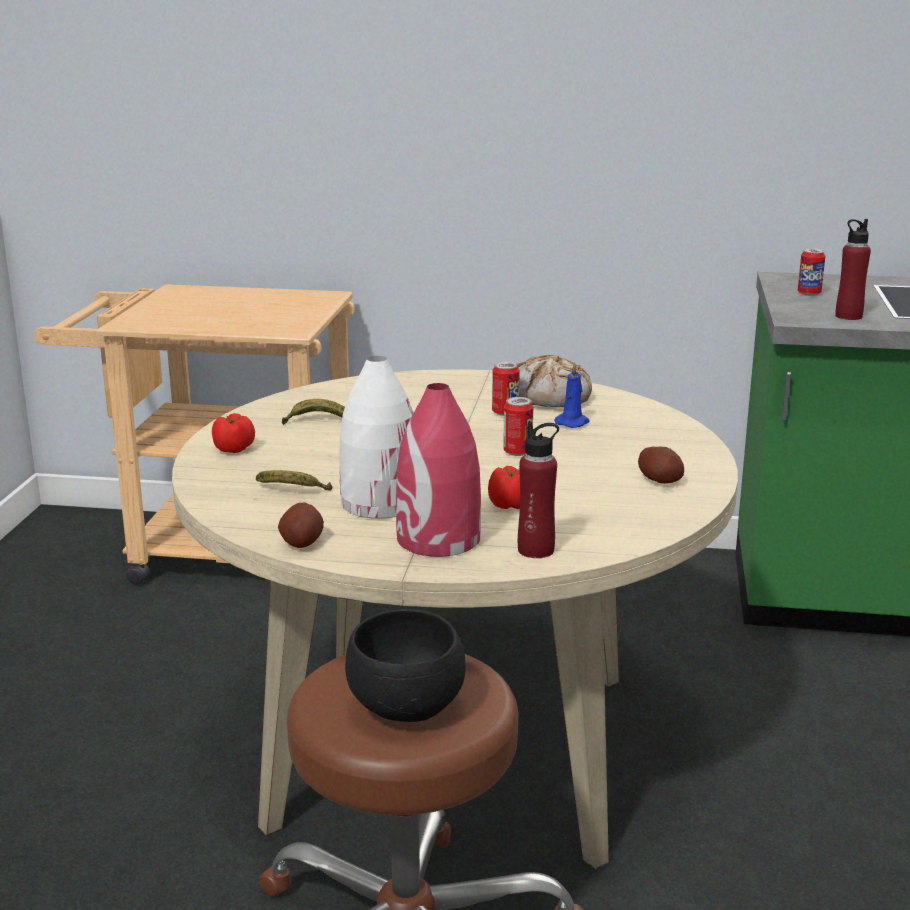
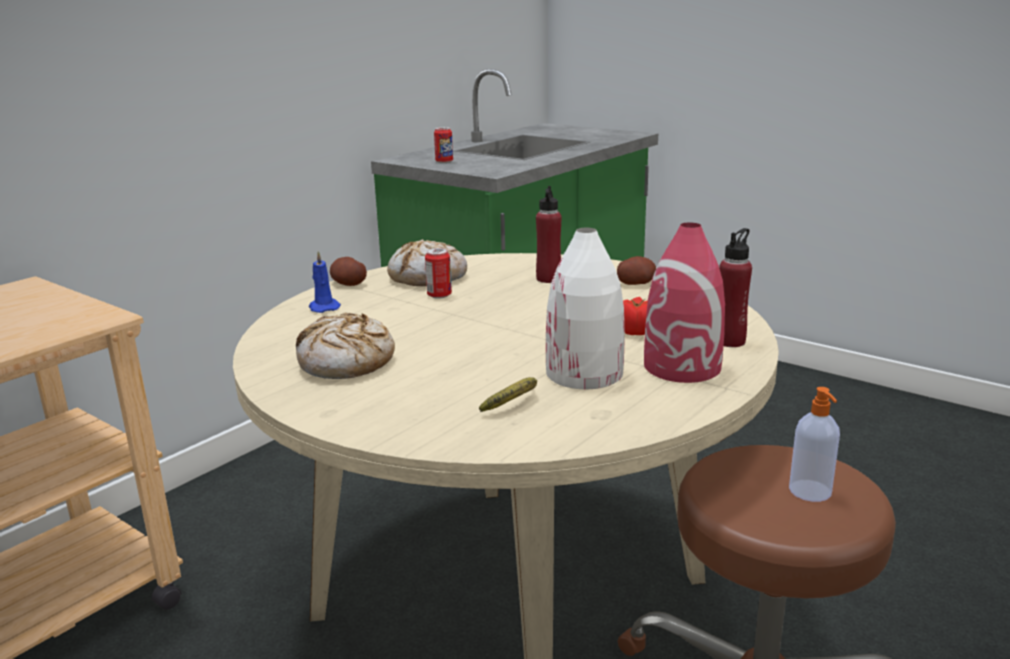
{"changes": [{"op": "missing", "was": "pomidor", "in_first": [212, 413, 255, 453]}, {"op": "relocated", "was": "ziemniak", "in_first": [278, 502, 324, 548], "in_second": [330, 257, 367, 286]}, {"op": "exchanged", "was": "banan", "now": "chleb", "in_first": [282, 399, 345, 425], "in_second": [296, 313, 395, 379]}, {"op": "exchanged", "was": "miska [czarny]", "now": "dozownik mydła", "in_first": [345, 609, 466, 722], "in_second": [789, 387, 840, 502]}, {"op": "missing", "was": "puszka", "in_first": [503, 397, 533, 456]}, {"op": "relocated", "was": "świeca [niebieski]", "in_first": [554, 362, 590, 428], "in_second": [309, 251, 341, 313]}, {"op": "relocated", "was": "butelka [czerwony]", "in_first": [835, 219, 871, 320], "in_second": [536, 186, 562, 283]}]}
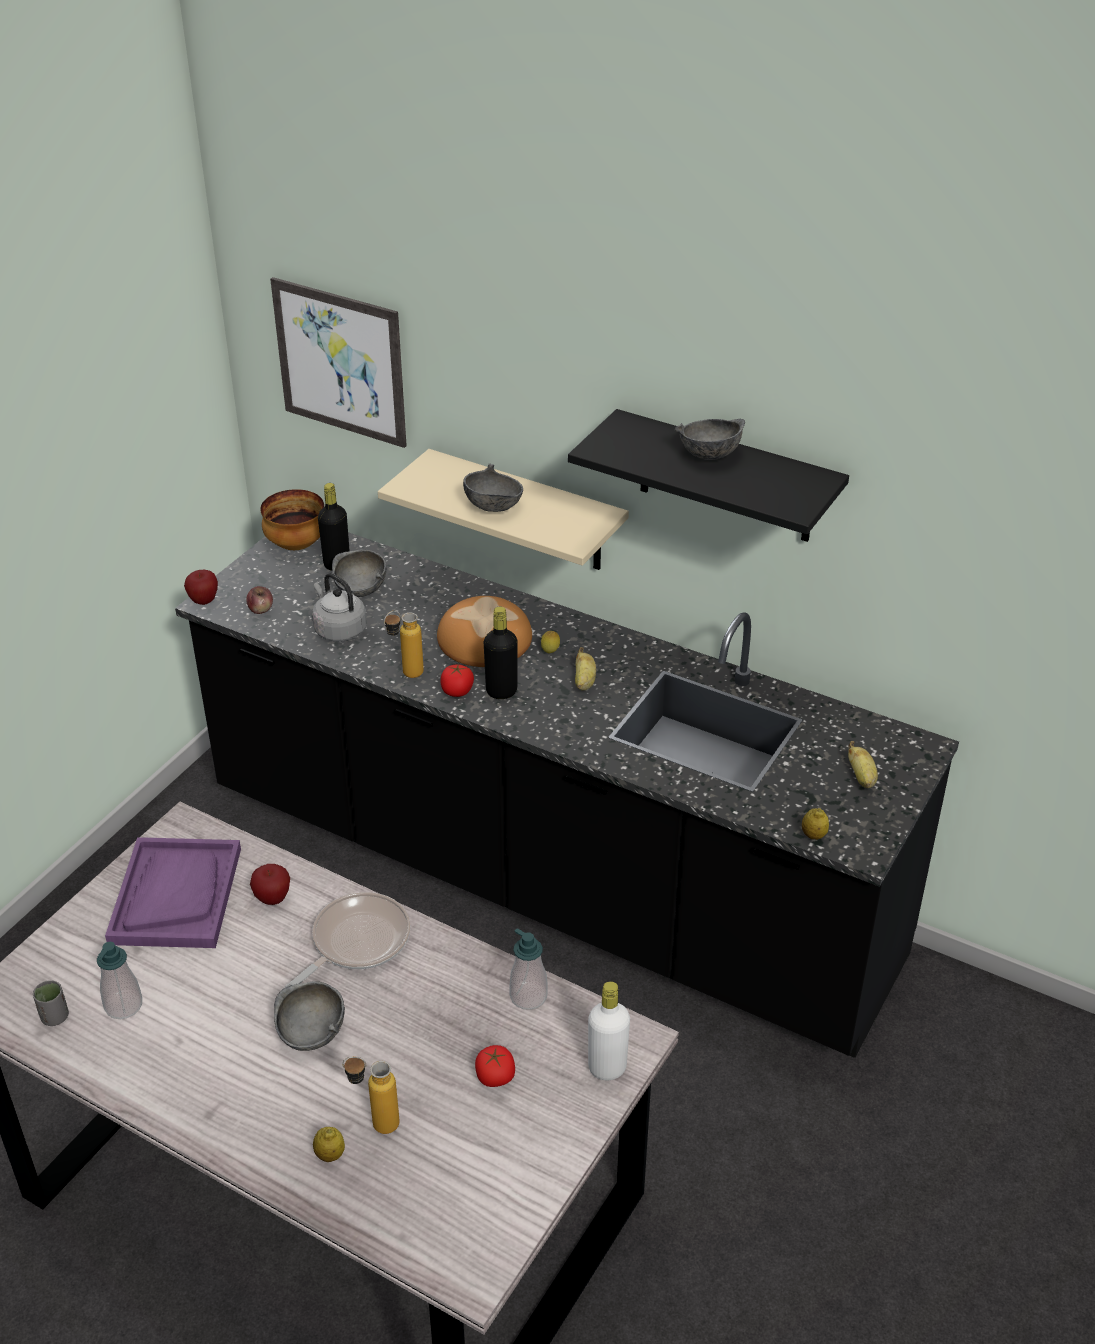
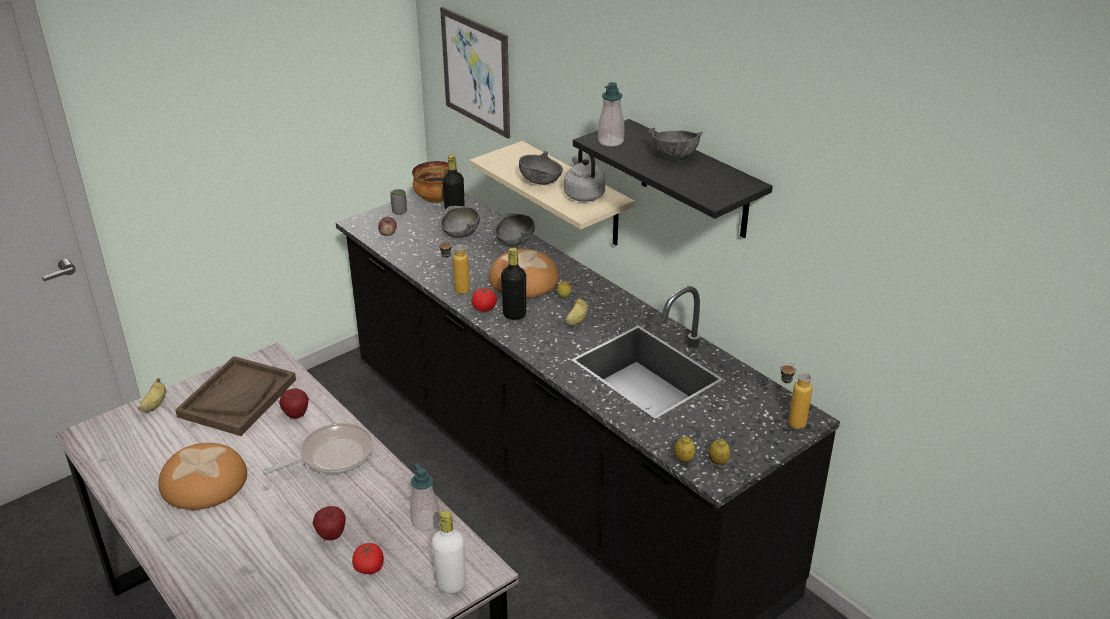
{"changes": [{"op": "relocated", "was": "filiżanka [szary]", "in_first": [33, 980, 69, 1026], "in_second": [390, 189, 407, 215]}, {"op": "relocated", "was": "dozownik mydła", "in_first": [97, 942, 142, 1019], "in_second": [598, 82, 624, 147]}, {"op": "colour", "was": "taca [fioletowy]", "now": "taca [brązowy]", "in_first": [105, 837, 241, 948], "in_second": [175, 356, 296, 436]}, {"op": "relocated", "was": "jabłko", "in_first": [184, 570, 218, 605], "in_second": [312, 506, 346, 540]}, {"op": "relocated", "was": "miska [szary]", "in_first": [274, 981, 345, 1051], "in_second": [495, 213, 535, 246]}, {"op": "relocated", "was": "czajnik [szary]", "in_first": [312, 573, 367, 642], "in_second": [564, 150, 606, 202]}, {"op": "relocated", "was": "cytryna", "in_first": [313, 1127, 345, 1162], "in_second": [708, 439, 730, 465]}, {"op": "relocated", "was": "butelka", "in_first": [342, 1057, 400, 1134], "in_second": [780, 362, 812, 429]}, {"op": "relocated", "was": "banan", "in_first": [848, 741, 878, 788], "in_second": [138, 378, 166, 412]}, {"op": "appeared", "now": "chleb", "in_second": [158, 443, 247, 510]}]}
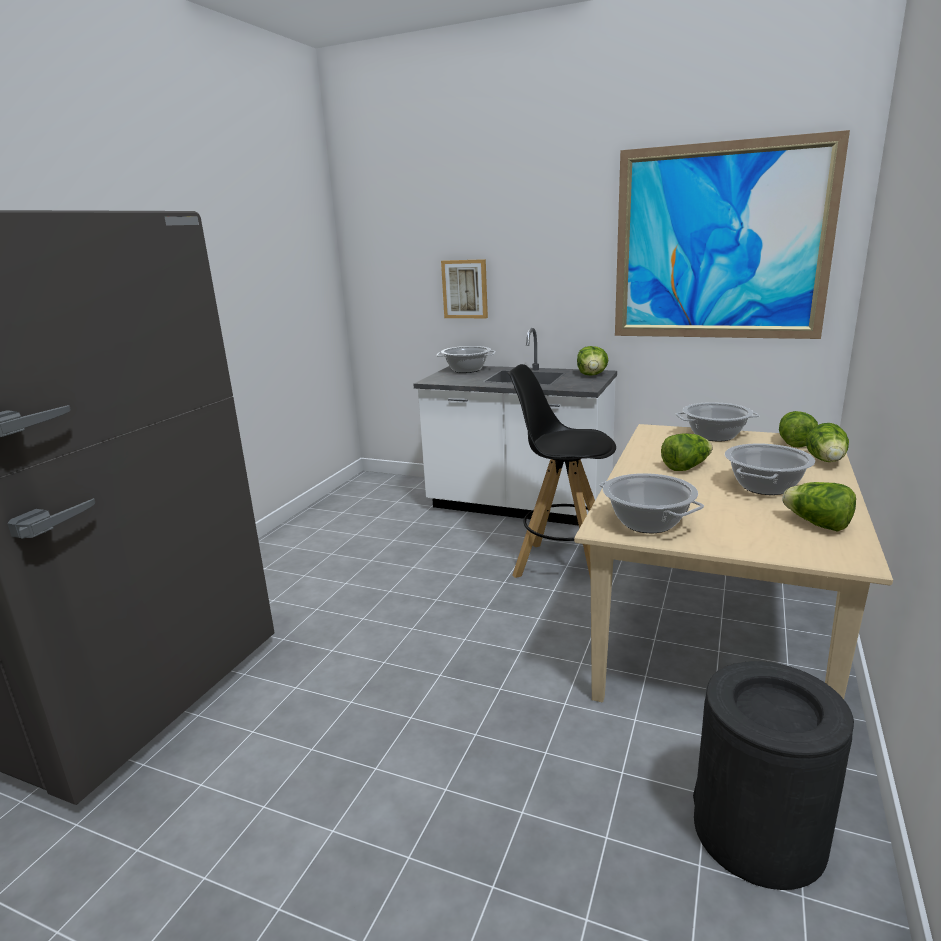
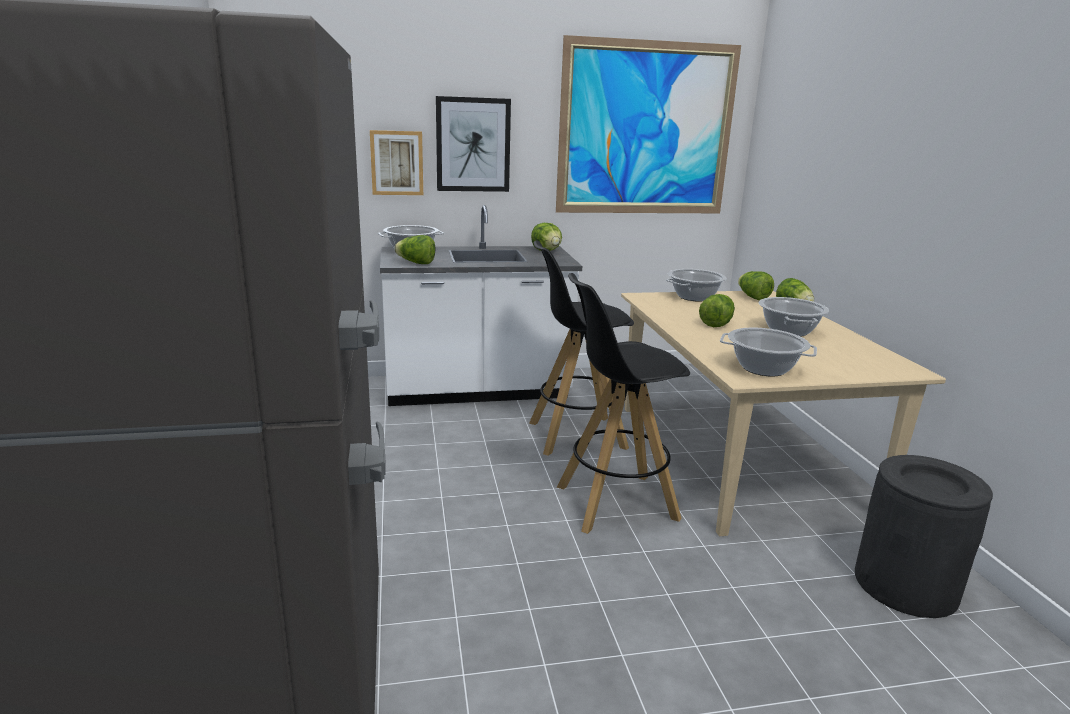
{"changes": [{"op": "relocated", "was": "sałata", "in_first": [782, 482, 856, 532], "in_second": [394, 235, 435, 264]}, {"op": "appeared", "now": "obraz", "in_second": [436, 96, 511, 192]}, {"op": "appeared", "now": "stołek [czarny]", "in_second": [557, 273, 690, 534]}]}
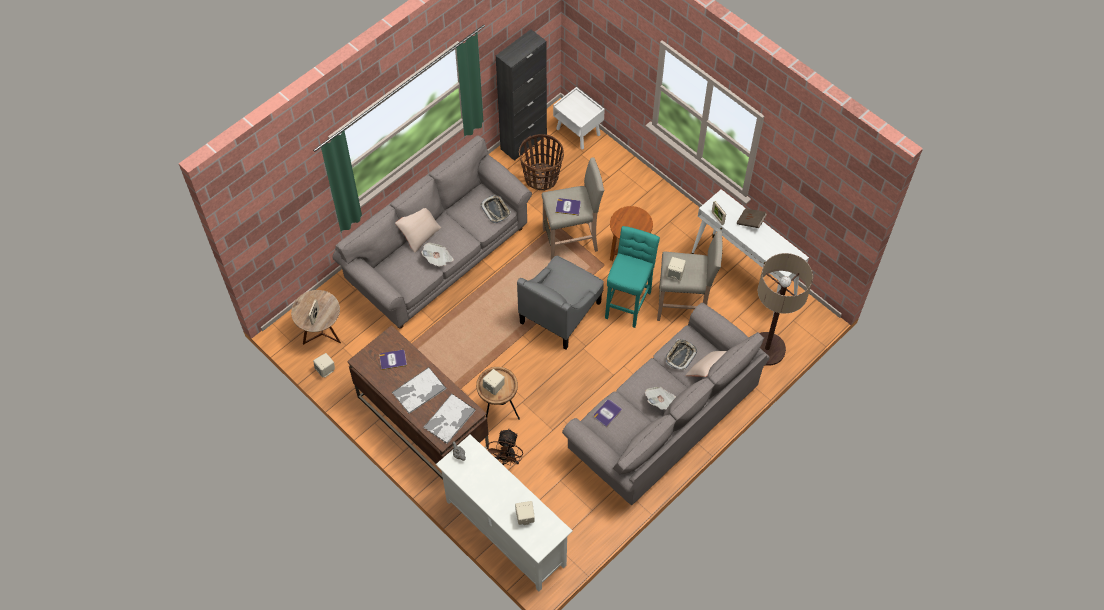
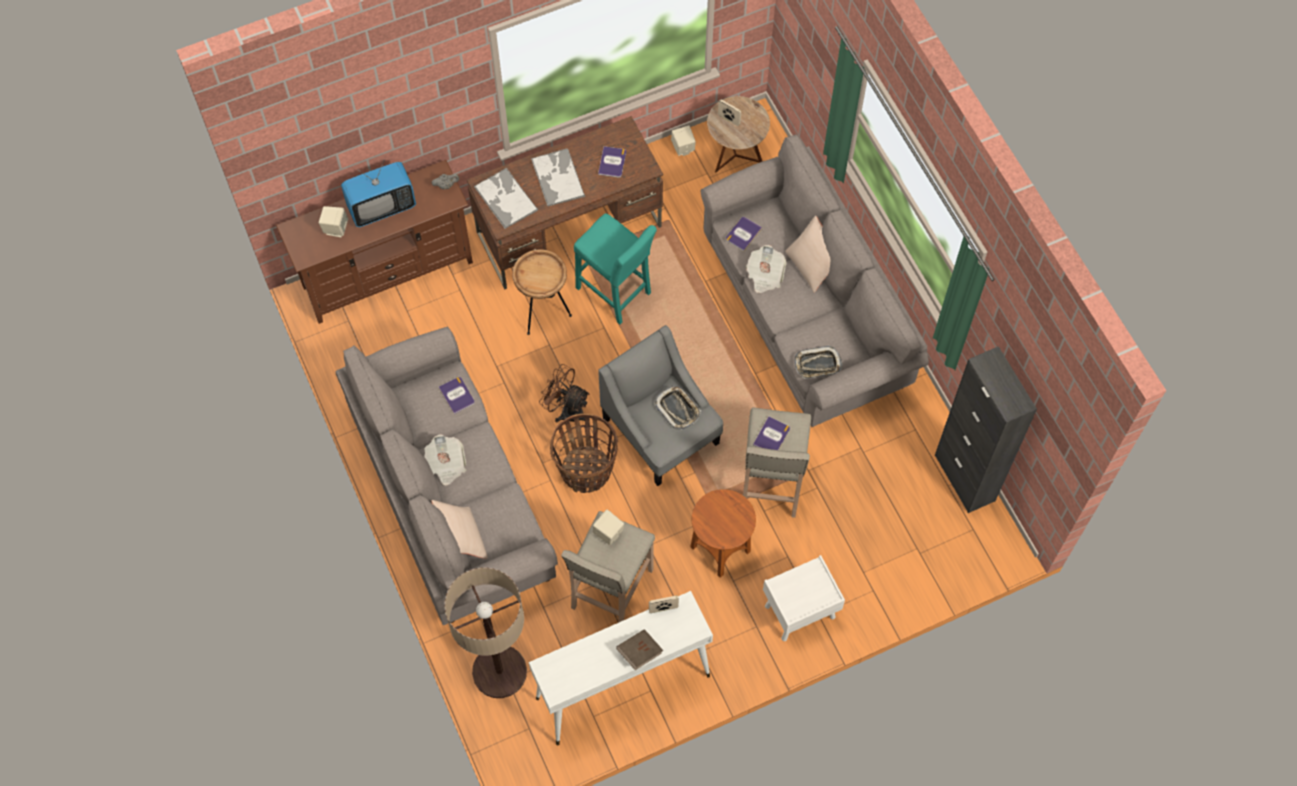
{"changes": [{"op": "colour", "was": "szafka pod telewizor [biały]", "now": "szafka pod telewizor [brązowy]", "in_first": [436, 434, 572, 592], "in_second": [276, 160, 473, 324]}, {"op": "missing", "was": "głośnik [beżowy]", "in_first": [483, 369, 505, 395]}, {"op": "relocated", "was": "wentylator [brązowy]", "in_first": [486, 429, 523, 466], "in_second": [539, 364, 590, 422]}, {"op": "relocated", "was": "koszyk", "in_first": [519, 134, 564, 191], "in_second": [550, 414, 618, 493]}, {"op": "relocated", "was": "szafka nocna [biały]", "in_first": [553, 87, 605, 150], "in_second": [763, 555, 845, 641]}, {"op": "relocated", "was": "stołek [turkusowy]", "in_first": [605, 226, 660, 328], "in_second": [574, 213, 657, 324]}, {"op": "relocated", "was": "taca", "in_first": [665, 339, 697, 370], "in_second": [654, 386, 701, 430]}, {"op": "appeared", "now": "telewizor", "in_second": [341, 161, 416, 227]}, {"op": "appeared", "now": "książka", "in_second": [726, 217, 762, 251]}]}
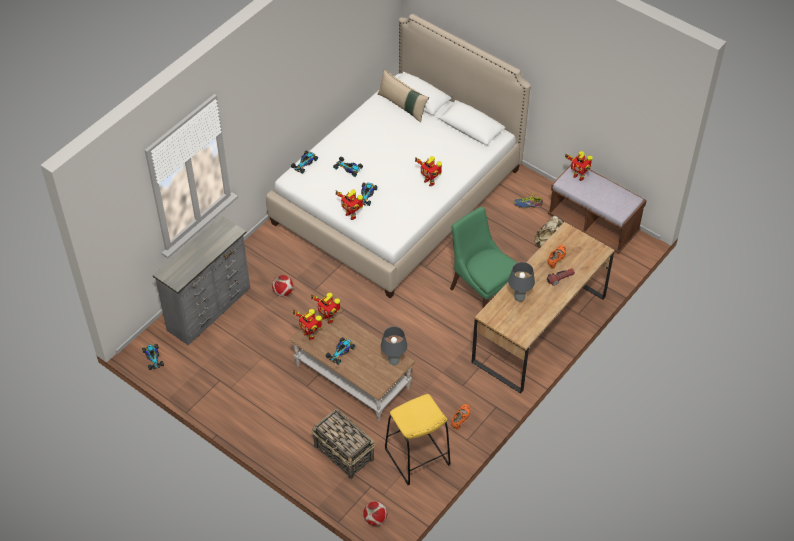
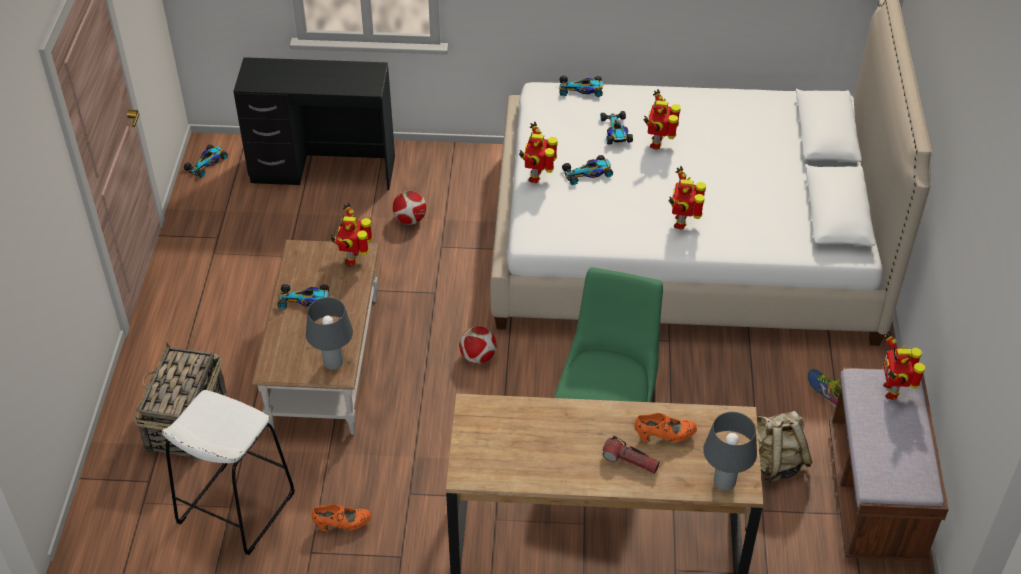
{"changes": [{"op": "exchanged", "was": "komoda [szary]", "now": "biurko [czarny]", "in_first": [153, 215, 250, 345], "in_second": [233, 57, 395, 190]}, {"op": "relocated", "was": "robot zabawkowy", "in_first": [293, 309, 322, 340], "in_second": [643, 89, 681, 149]}, {"op": "relocated", "was": "piłka futbolowa", "in_first": [363, 501, 387, 526], "in_second": [459, 326, 497, 364]}, {"op": "missing", "was": "poduszka [beżowy]", "in_first": [378, 69, 429, 123]}, {"op": "colour", "was": "stołek [żółty]", "now": "stołek [biały]", "in_first": [385, 394, 450, 485], "in_second": [162, 390, 295, 555]}, {"op": "relocated", "was": "lampa stołowa [szary]", "in_first": [508, 262, 535, 302], "in_second": [703, 412, 757, 491]}]}
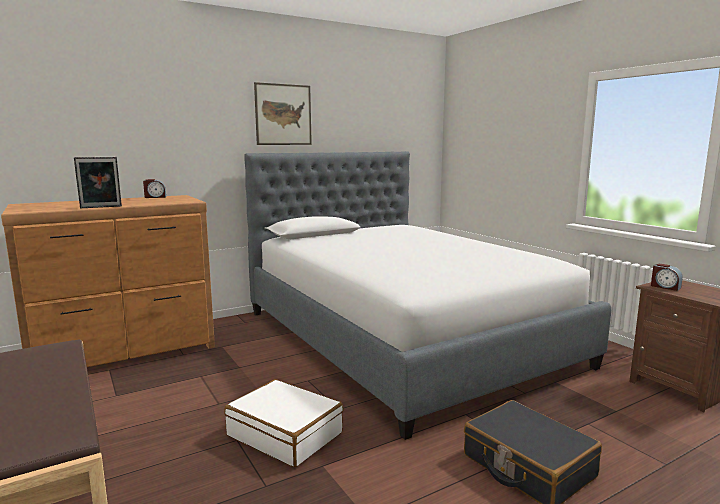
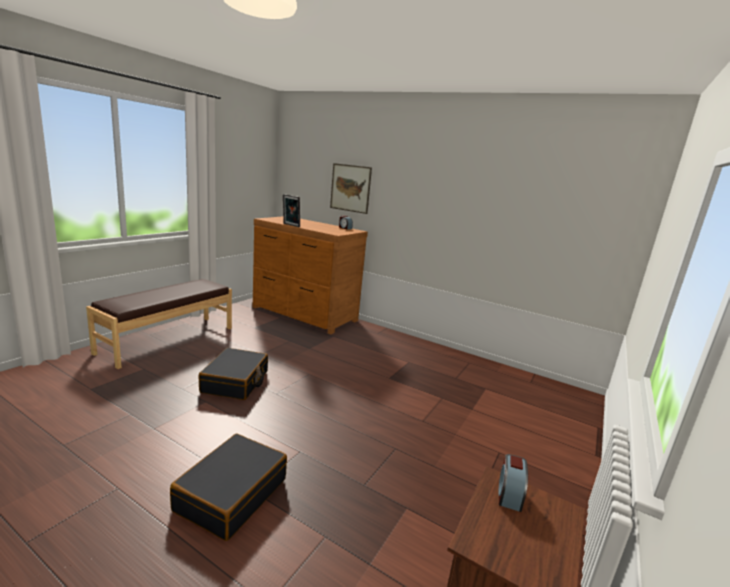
{"changes": [{"op": "colour", "was": "walizka [biały]", "now": "walizka [czarny]", "in_first": [224, 379, 343, 467], "in_second": [199, 348, 268, 400]}, {"op": "missing", "was": "łóżko", "in_first": [244, 151, 611, 440]}, {"op": "relocated", "was": "obraz", "in_first": [254, 82, 312, 145], "in_second": [330, 163, 372, 214]}]}
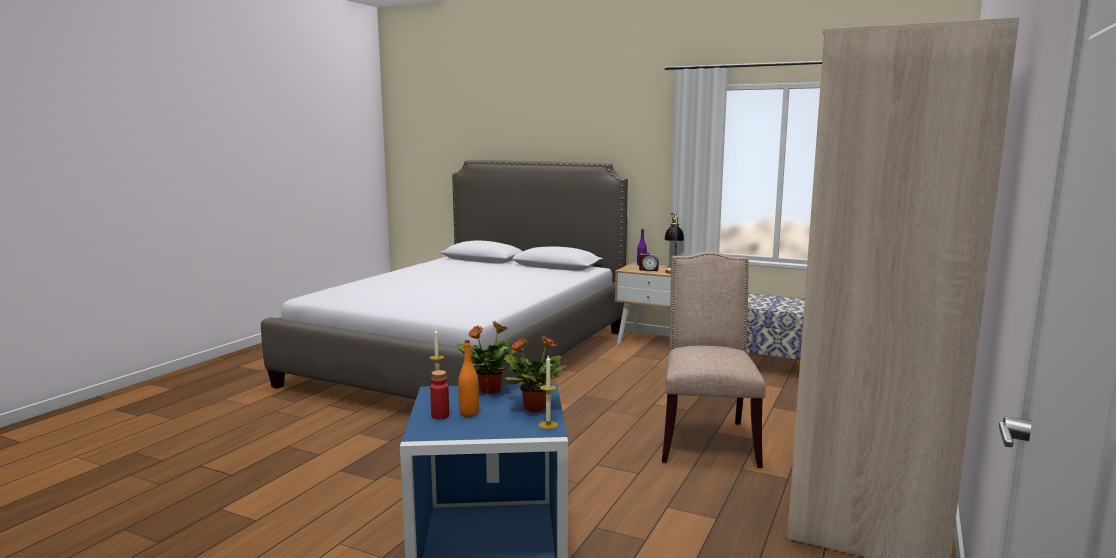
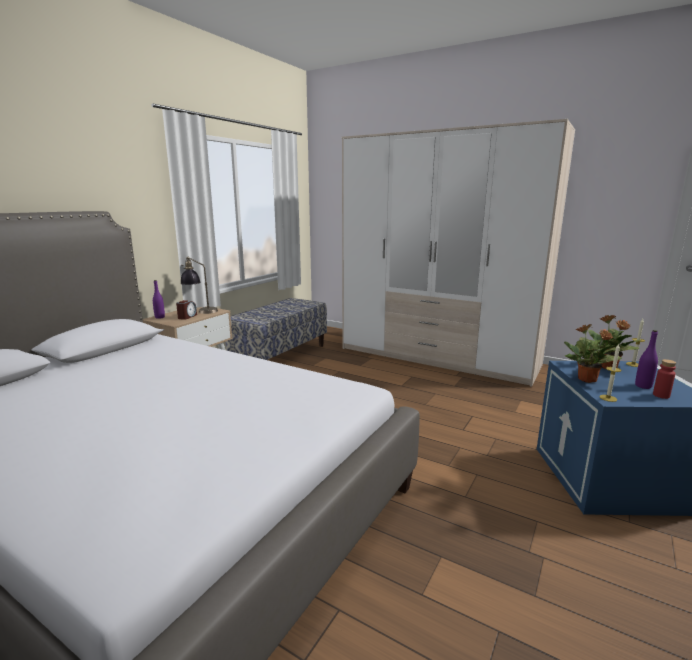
{"changes": [{"op": "colour", "was": "butelka [pomarańczowy]", "now": "butelka [fioletowy]", "in_first": [458, 340, 479, 417], "in_second": [635, 330, 658, 389]}, {"op": "missing", "was": "krzesło [beżowy]", "in_first": [662, 252, 766, 468]}]}
